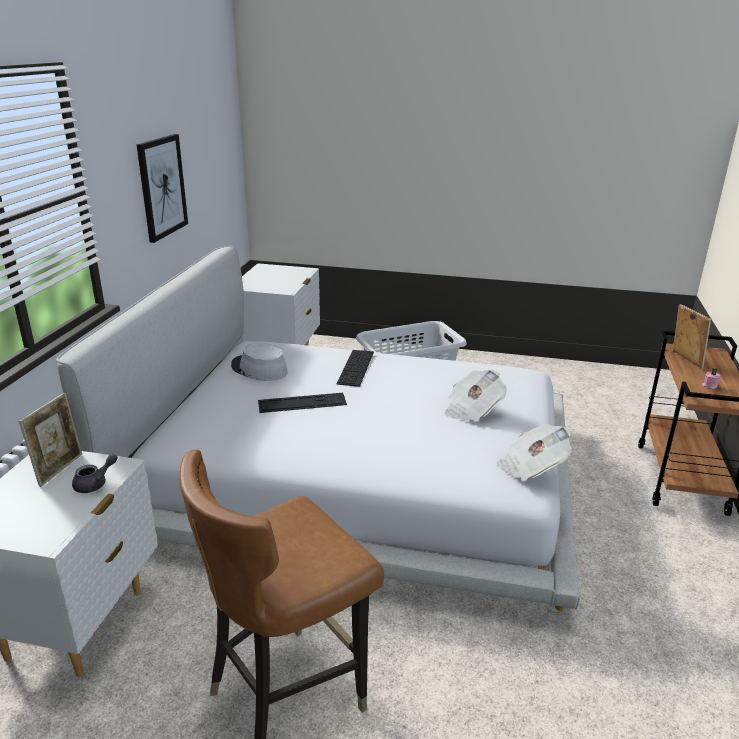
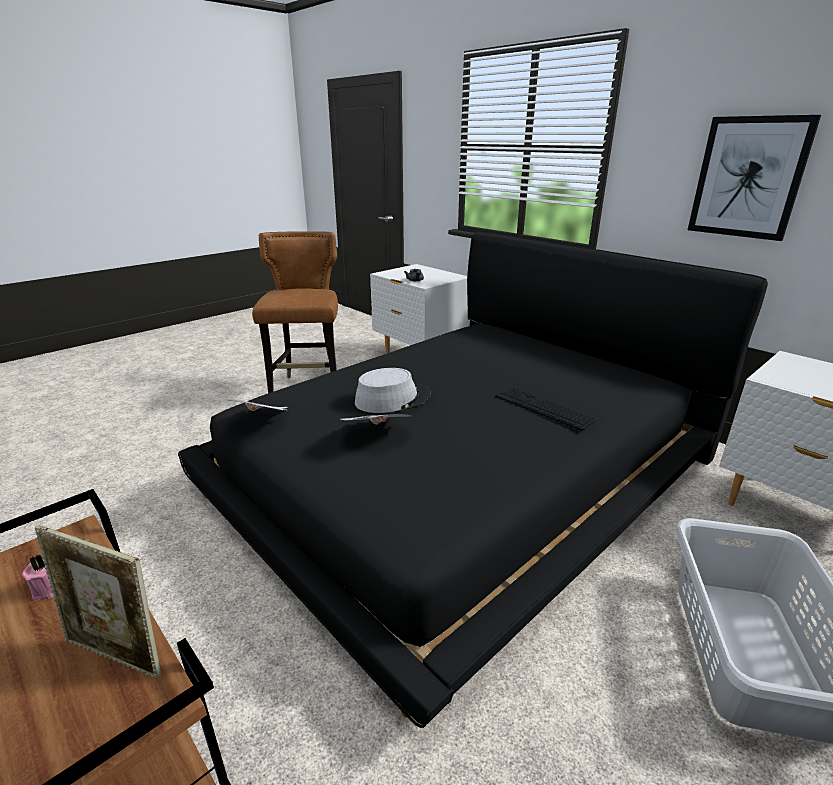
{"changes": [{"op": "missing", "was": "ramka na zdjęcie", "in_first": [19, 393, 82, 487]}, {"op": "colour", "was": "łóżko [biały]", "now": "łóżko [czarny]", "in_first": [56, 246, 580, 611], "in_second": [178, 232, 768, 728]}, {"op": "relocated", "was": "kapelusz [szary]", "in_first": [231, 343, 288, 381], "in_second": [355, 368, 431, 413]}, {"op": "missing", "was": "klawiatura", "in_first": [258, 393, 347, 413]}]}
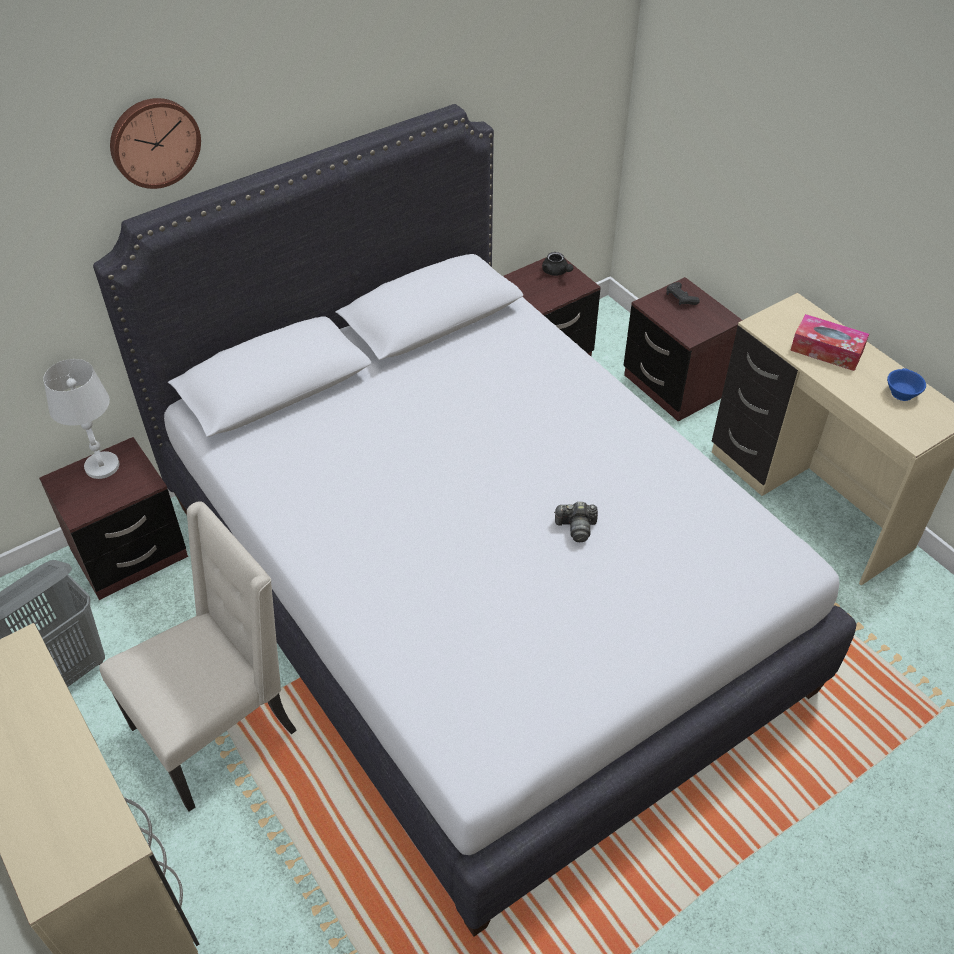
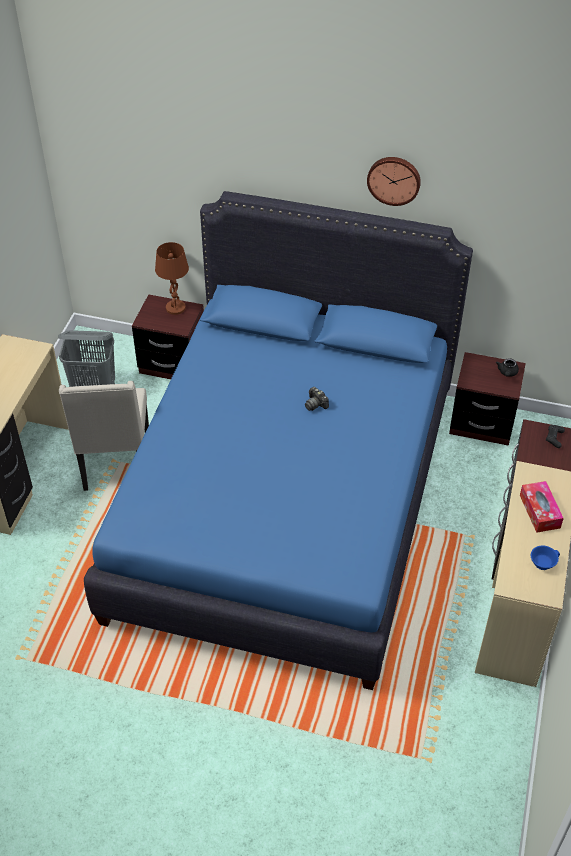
{"changes": [{"op": "colour", "was": "lampa stołowa [biały]", "now": "lampa stołowa [brązowy]", "in_first": [43, 359, 119, 479], "in_second": [155, 242, 189, 315]}, {"op": "colour", "was": "łóżko [biały]", "now": "łóżko [niebieski]", "in_first": [93, 104, 857, 936], "in_second": [84, 191, 473, 690]}, {"op": "spun", "was": "krzesło [beżowy]", "in_first": [99, 501, 297, 811], "in_second": [59, 381, 149, 491], "clockwise": 75}, {"op": "relocated", "was": "zegar ścienny", "in_first": [110, 98, 201, 189], "in_second": [367, 157, 421, 206]}, {"op": "relocated", "was": "aparat fotograficzny", "in_first": [554, 502, 598, 542], "in_second": [305, 387, 329, 411]}]}
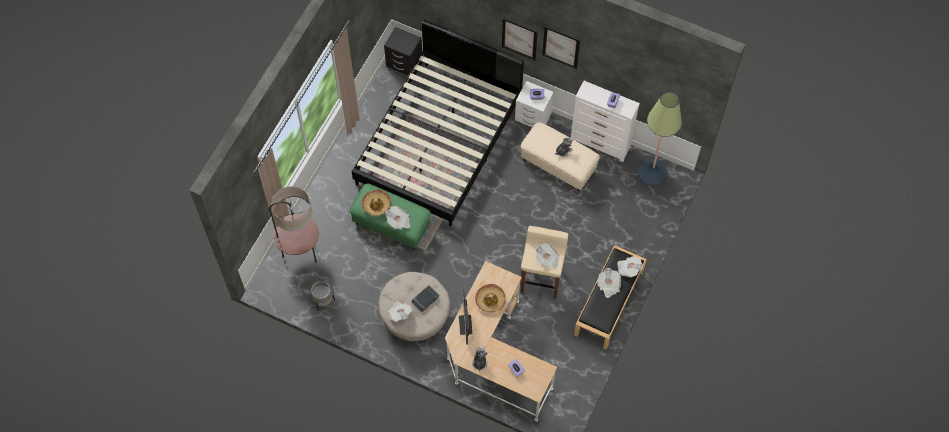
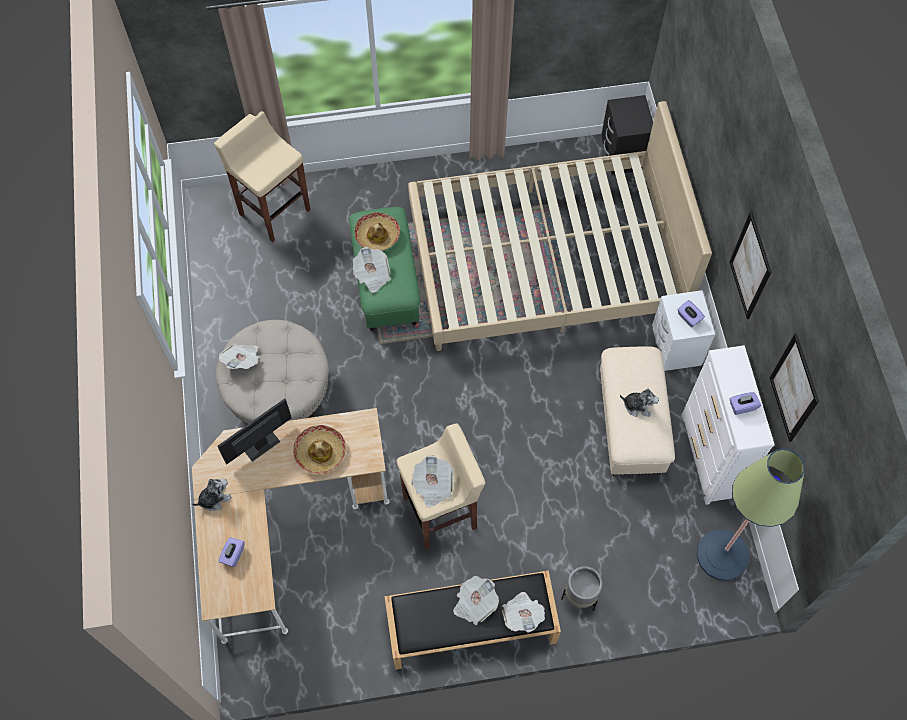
{"changes": [{"op": "exchanged", "was": "lampa stojąca", "now": "stołek [beżowy]", "in_first": [269, 186, 319, 263], "in_second": [214, 111, 310, 242]}, {"op": "relocated", "was": "donica [szary]", "in_first": [311, 281, 335, 311], "in_second": [561, 566, 602, 611]}, {"op": "colour", "was": "łóżko [czarny]", "now": "łóżko [beżowy]", "in_first": [352, 20, 524, 226], "in_second": [408, 101, 712, 351]}, {"op": "missing", "was": "książka [czarny]", "in_first": [412, 285, 440, 312]}, {"op": "relocated", "was": "obraz", "in_first": [502, 18, 538, 60], "in_second": [770, 333, 819, 442]}]}
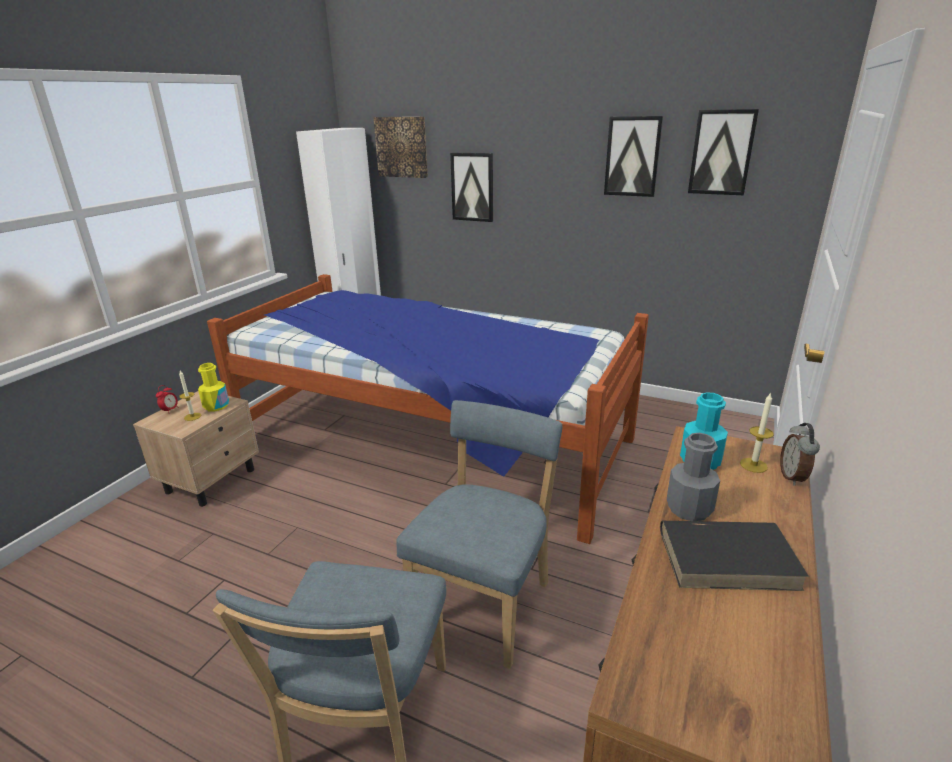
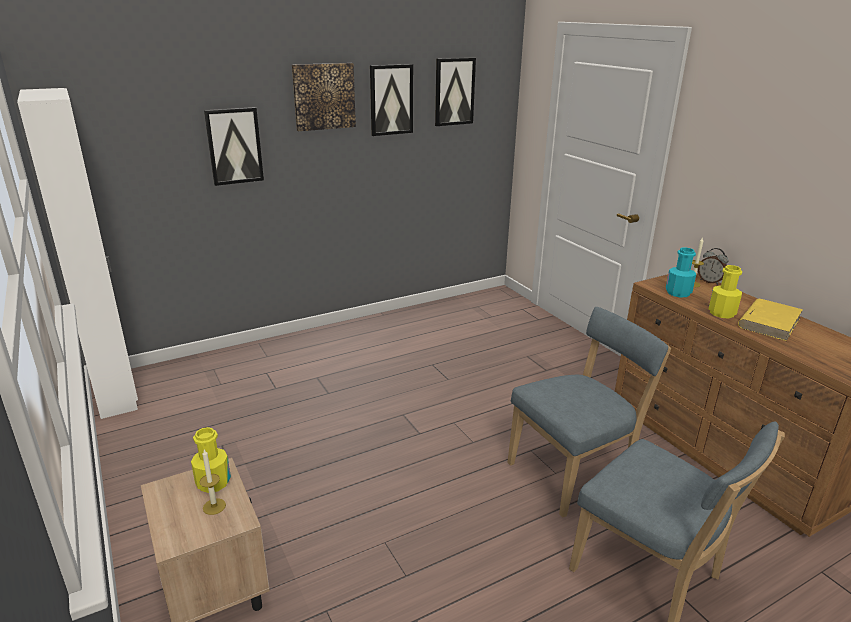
{"changes": [{"op": "missing", "was": "budzik", "in_first": [156, 385, 179, 414]}, {"op": "missing", "was": "łóżko", "in_first": [207, 274, 649, 544]}, {"op": "relocated", "was": "obraz", "in_first": [373, 117, 428, 178], "in_second": [292, 63, 356, 131]}, {"op": "spun", "was": "krzesło [niebieski]", "in_first": [396, 400, 563, 669], "in_second": [507, 307, 671, 518], "clockwise": 90}, {"op": "colour", "was": "książka [czarny]", "now": "książka [żółty]", "in_first": [660, 521, 809, 591], "in_second": [738, 299, 803, 341]}, {"op": "colour", "was": "butelka [szary]", "now": "butelka [żółty]", "in_first": [667, 433, 720, 521], "in_second": [709, 265, 742, 318]}]}
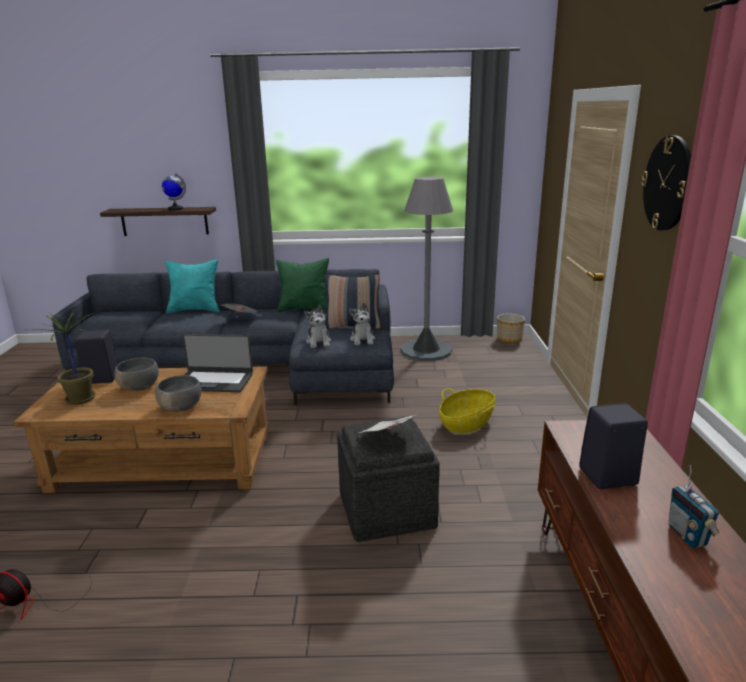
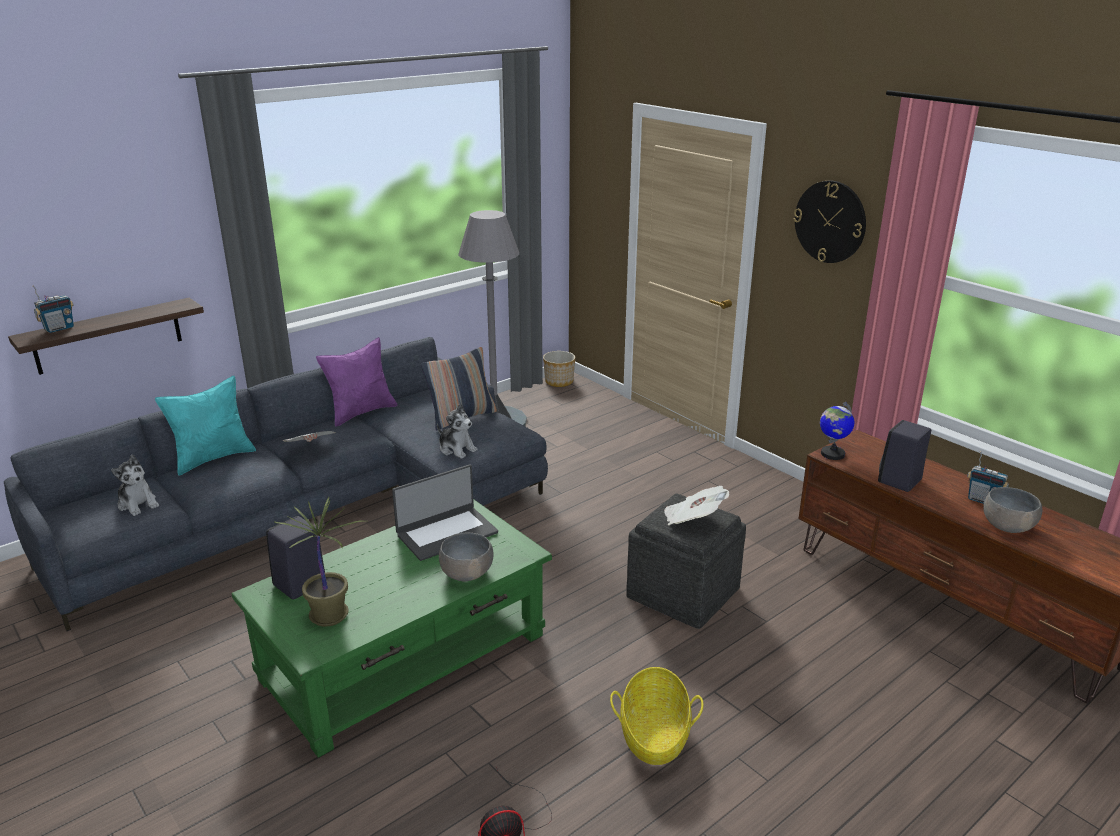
{"changes": [{"op": "colour", "was": "ława [brązowy]", "now": "ława [zielony]", "in_first": [13, 366, 269, 493], "in_second": [231, 499, 552, 758]}, {"op": "relocated", "was": "miska [szary]", "in_first": [114, 358, 159, 391], "in_second": [983, 487, 1042, 533]}, {"op": "relocated", "was": "globus", "in_first": [162, 173, 186, 211], "in_second": [820, 402, 854, 460]}, {"op": "colour", "was": "poduszka [zielony]", "now": "poduszka [fioletowy]", "in_first": [276, 258, 329, 312], "in_second": [316, 337, 398, 427]}, {"op": "relocated", "was": "pluszak", "in_first": [349, 303, 375, 345], "in_second": [111, 455, 159, 516]}, {"op": "relocated", "was": "koszyk", "in_first": [439, 388, 495, 433], "in_second": [610, 667, 703, 765]}, {"op": "appeared", "now": "radio", "in_second": [33, 285, 74, 333]}]}
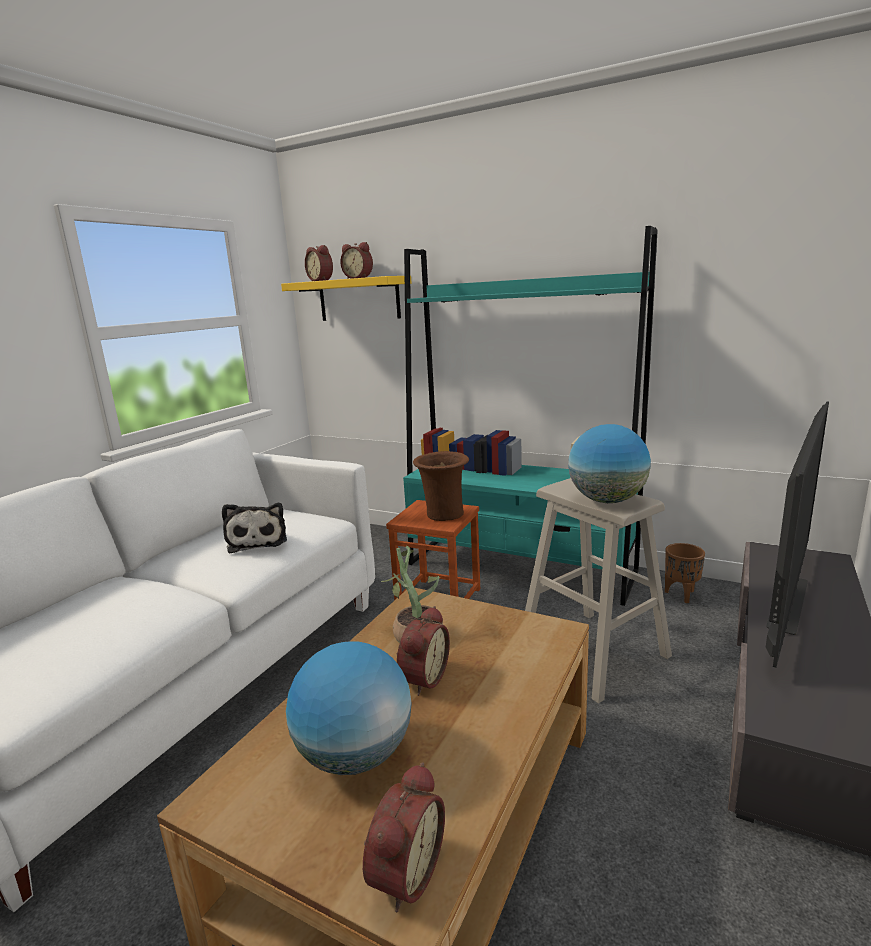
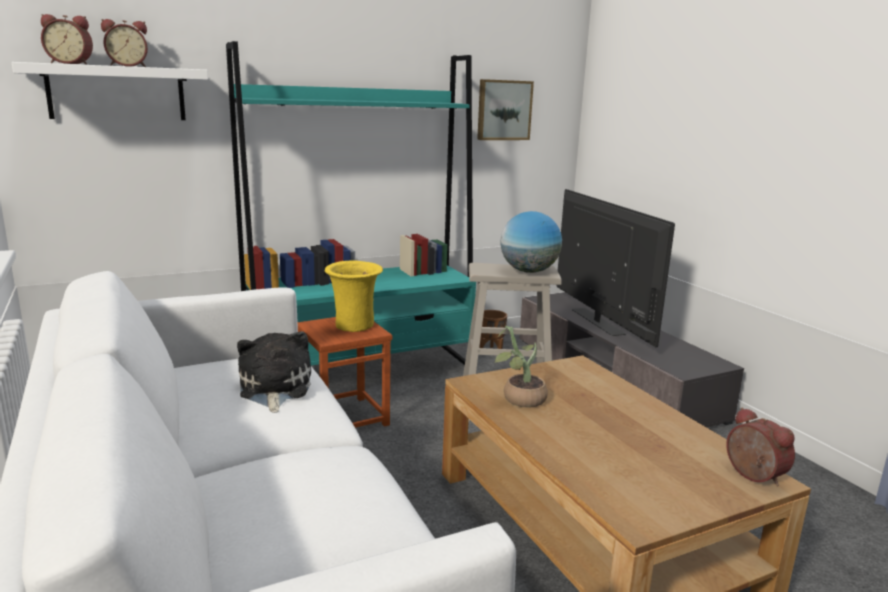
{"changes": [{"op": "spun", "was": "pluszak", "in_first": [222, 503, 287, 553], "in_second": [237, 331, 311, 413], "clockwise": -120}, {"op": "colour", "was": "półka [żółty]", "now": "półka [biały]", "in_first": [281, 276, 411, 321], "in_second": [12, 62, 208, 120]}, {"op": "missing", "was": "globus", "in_first": [286, 642, 412, 775]}, {"op": "missing", "was": "budzik", "in_first": [397, 606, 450, 696]}, {"op": "colour", "was": "wazon [brązowy]", "now": "wazon [żółty]", "in_first": [413, 451, 469, 521], "in_second": [325, 261, 383, 332]}, {"op": "appeared", "now": "obraz", "in_second": [477, 79, 534, 140]}]}
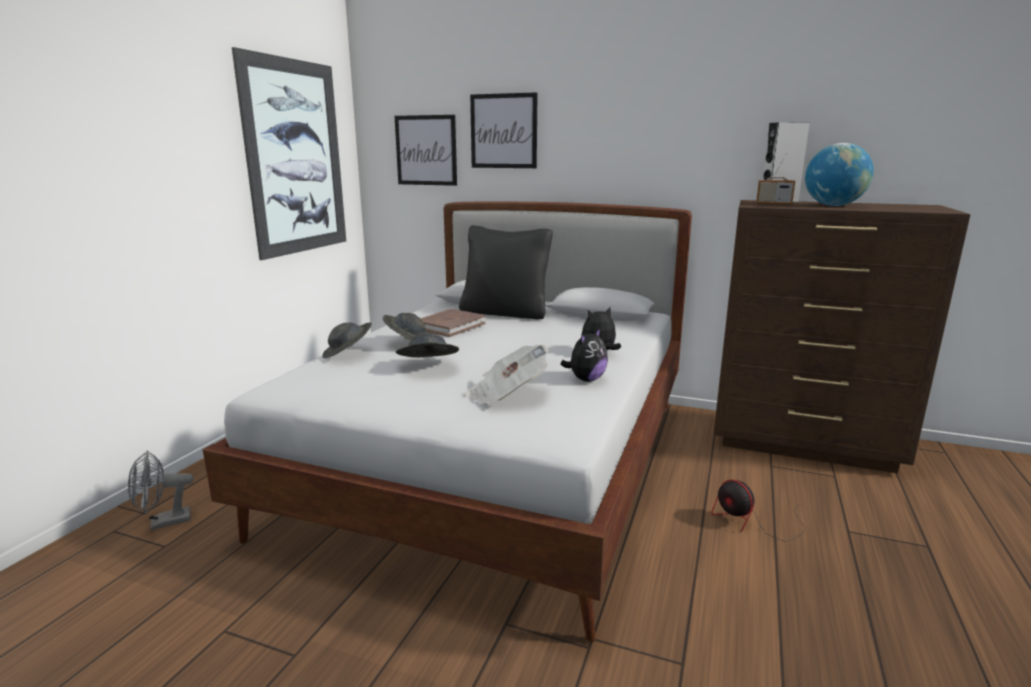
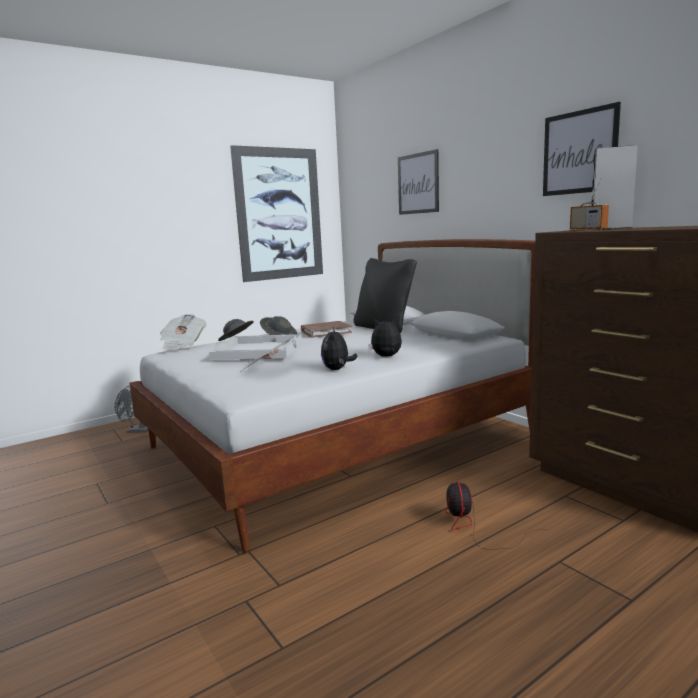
{"changes": [{"op": "relocated", "was": "obraz", "in_first": [395, 115, 457, 186], "in_second": [543, 102, 621, 196]}, {"op": "exchanged", "was": "kapelusz [szary]", "now": "taca [biały]", "in_first": [396, 332, 459, 357], "in_second": [209, 334, 302, 360]}, {"op": "spun", "was": "pluszak", "in_first": [561, 327, 608, 382], "in_second": [321, 327, 357, 370], "clockwise": 105}, {"op": "missing", "was": "globus", "in_first": [805, 143, 874, 206]}, {"op": "appeared", "now": "gazeta", "in_second": [160, 314, 206, 350]}]}
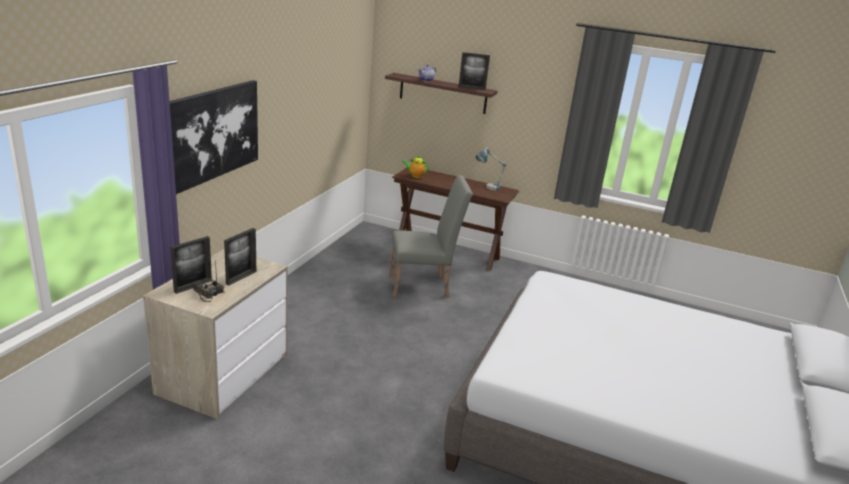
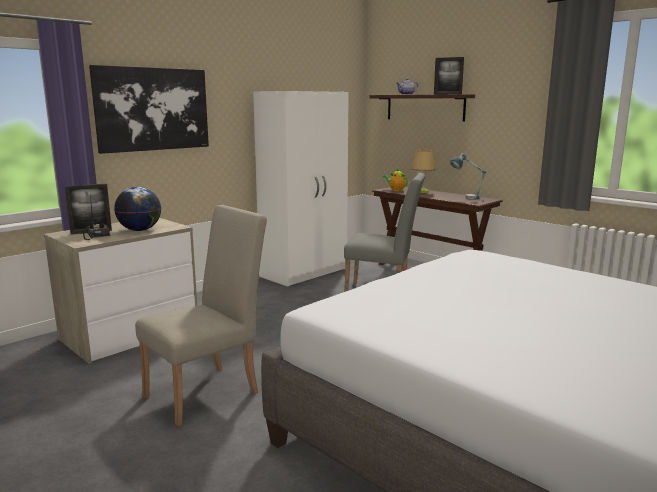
{"changes": [{"op": "exchanged", "was": "ramka na zdjęcie", "now": "globus", "in_first": [224, 228, 256, 285], "in_second": [114, 187, 161, 231]}, {"op": "appeared", "now": "krzesło [beżowy]", "in_second": [135, 205, 267, 427]}, {"op": "appeared", "now": "szafa [biały]", "in_second": [253, 91, 349, 287]}, {"op": "appeared", "now": "lampa stołowa", "in_second": [411, 150, 436, 193]}]}
